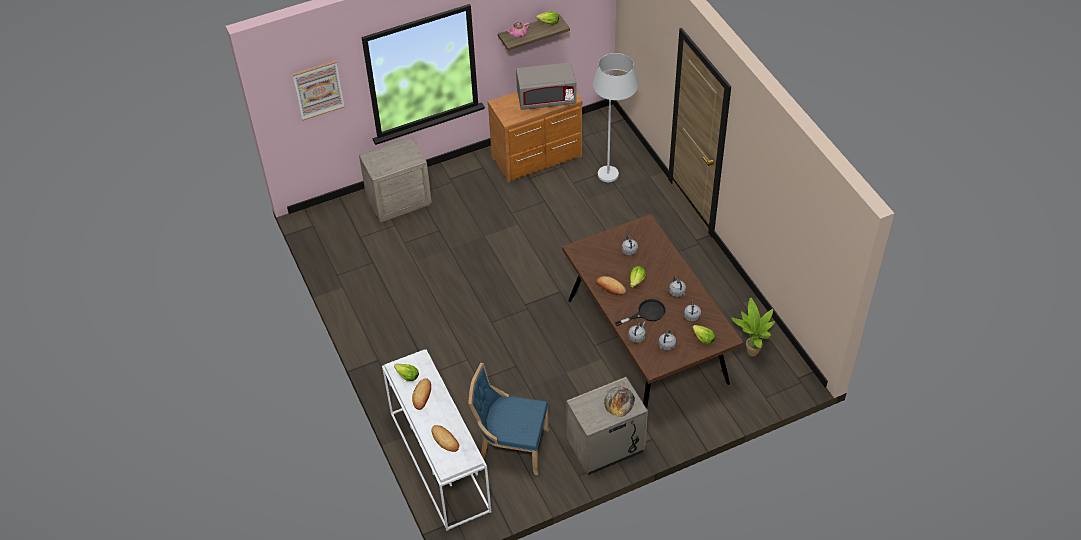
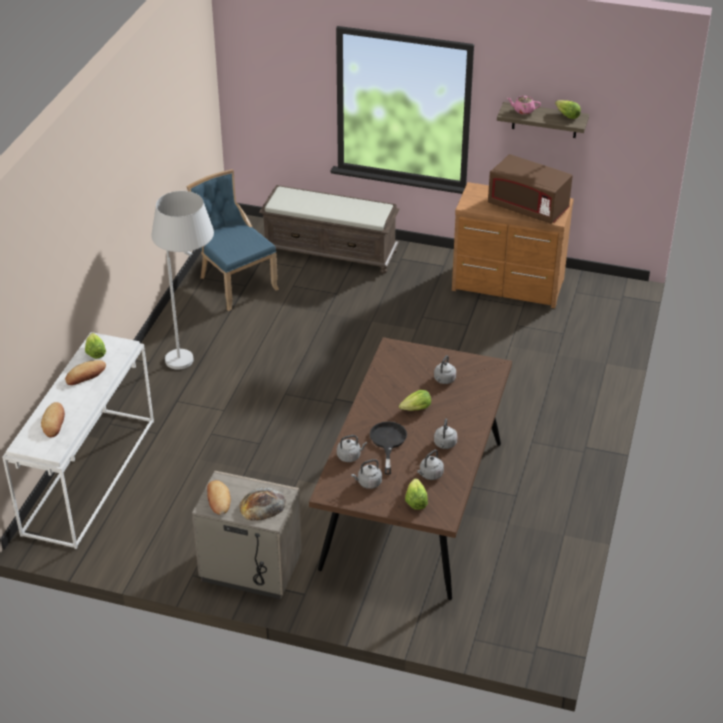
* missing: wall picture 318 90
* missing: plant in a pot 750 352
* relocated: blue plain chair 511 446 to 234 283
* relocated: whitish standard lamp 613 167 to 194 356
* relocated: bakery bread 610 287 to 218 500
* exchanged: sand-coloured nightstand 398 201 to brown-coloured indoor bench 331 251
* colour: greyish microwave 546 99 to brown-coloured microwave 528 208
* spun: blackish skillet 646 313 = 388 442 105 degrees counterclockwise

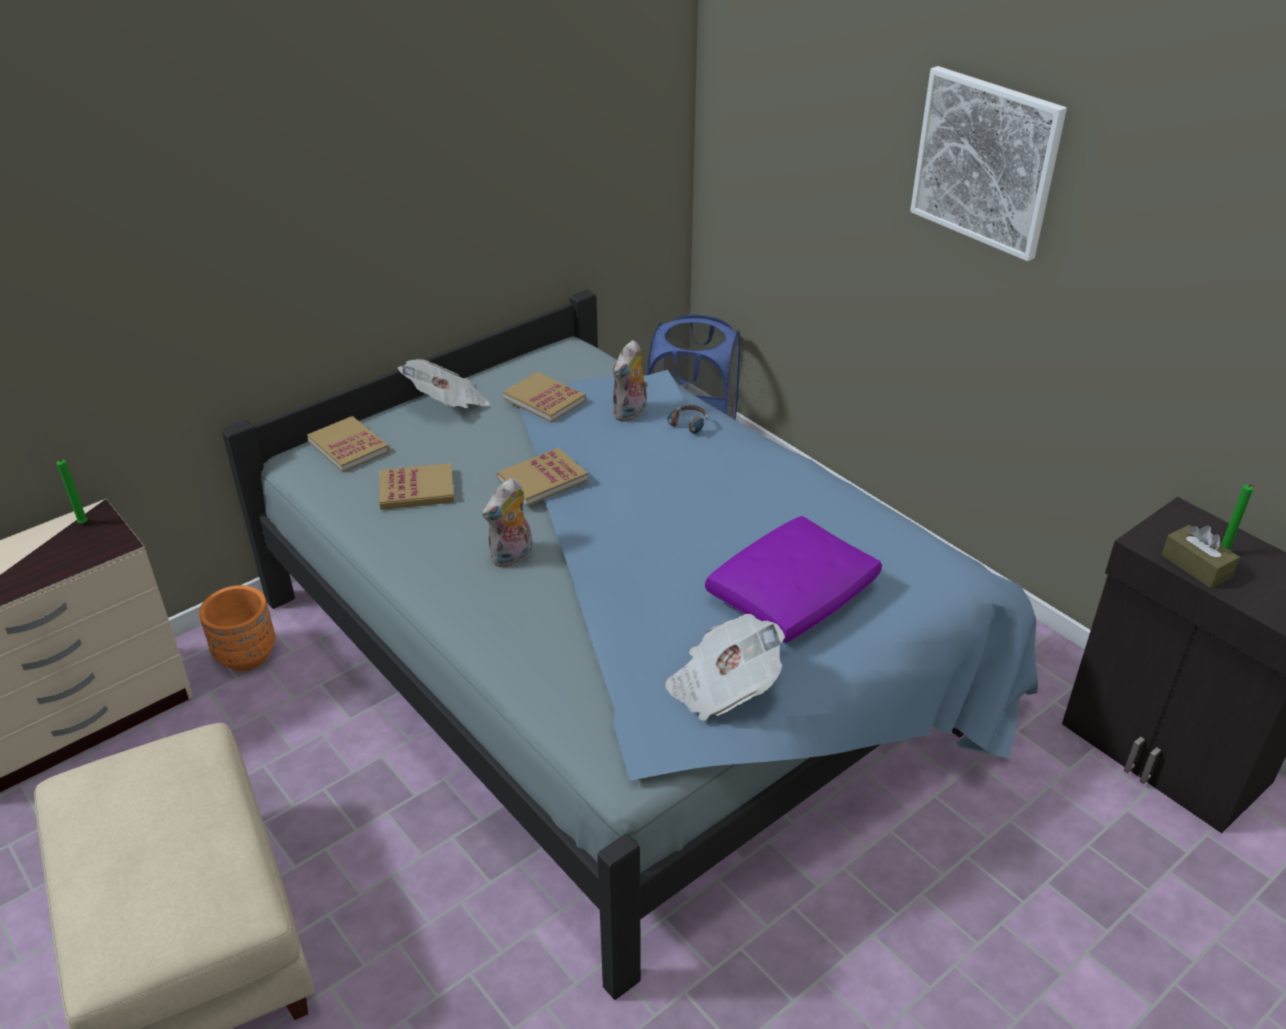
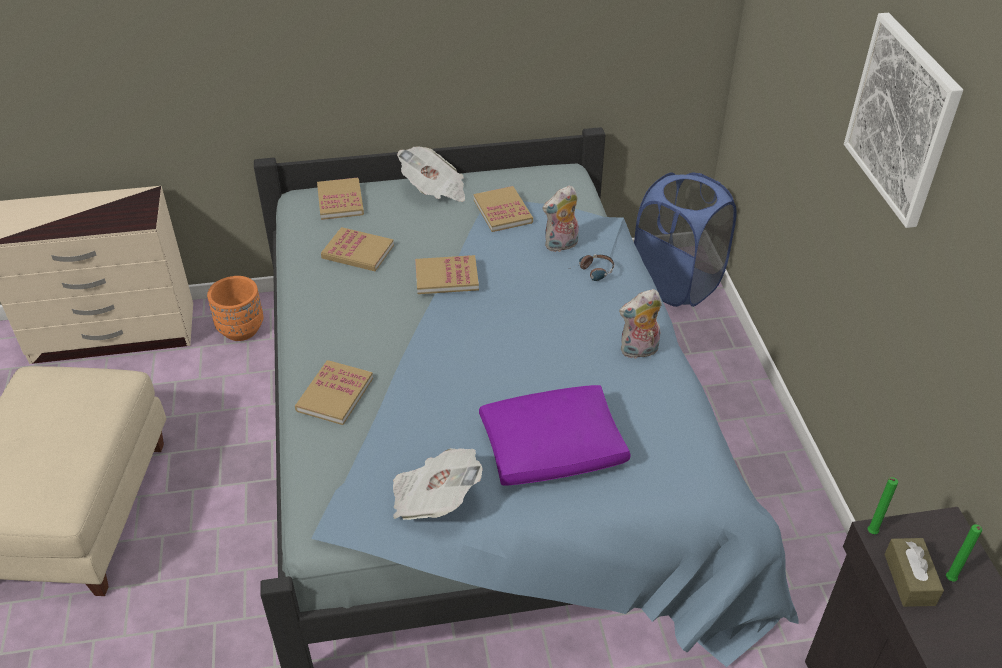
* appeared: book 335 394
* relocated: greenish wax candle 82 524 to 870 533
* relocated: plush toy 512 557 to 639 351

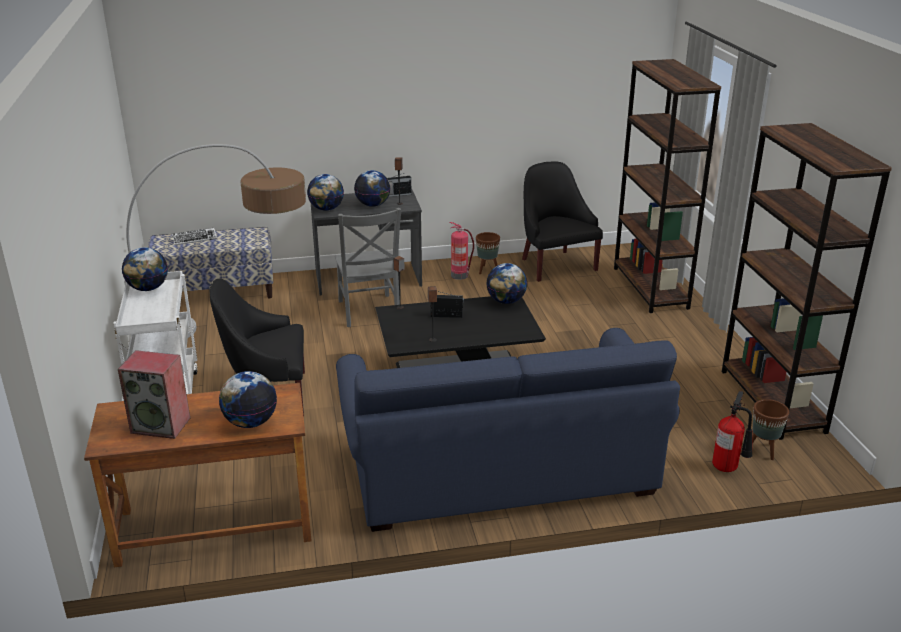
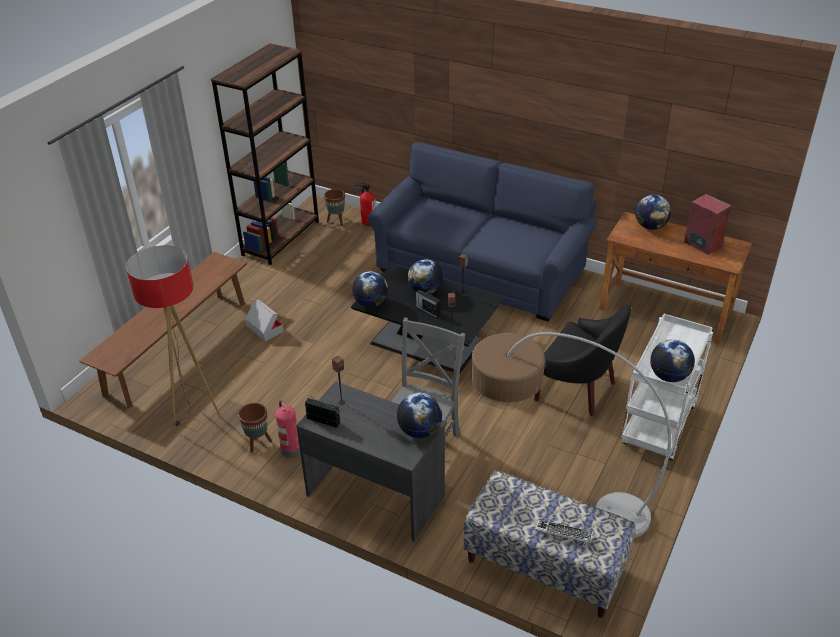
* appeared: packing box 264 328
* relocated: desk globe 373 205 to 425 291
* exchanged: blackish easy chair 555 264 to standard lamp 193 416
* exchanged: brown-coloured bookcase 650 288 to brown-coloured indoor bench 177 347

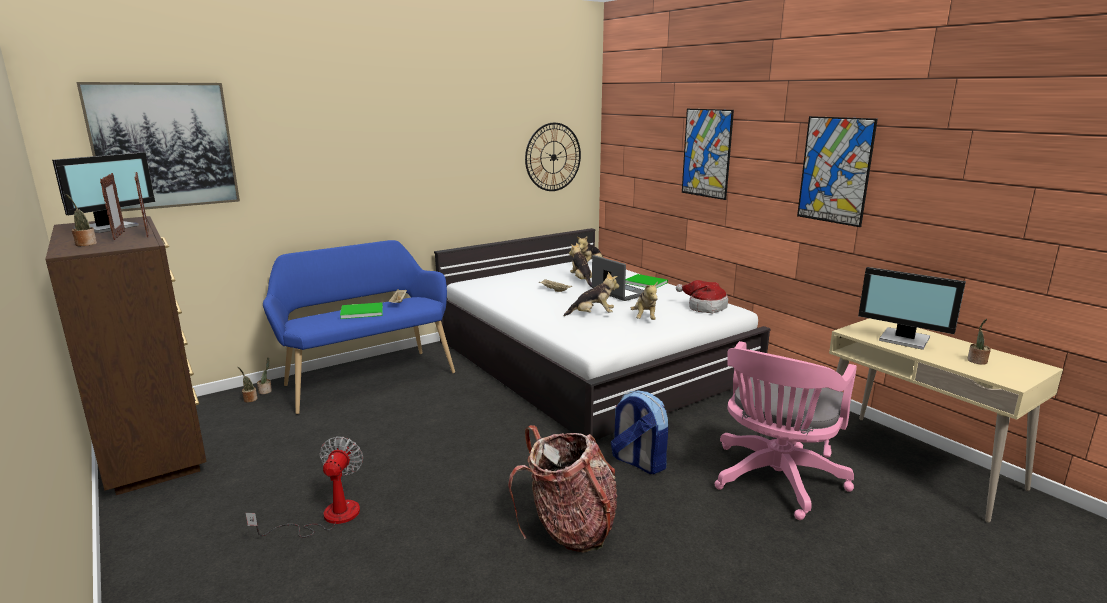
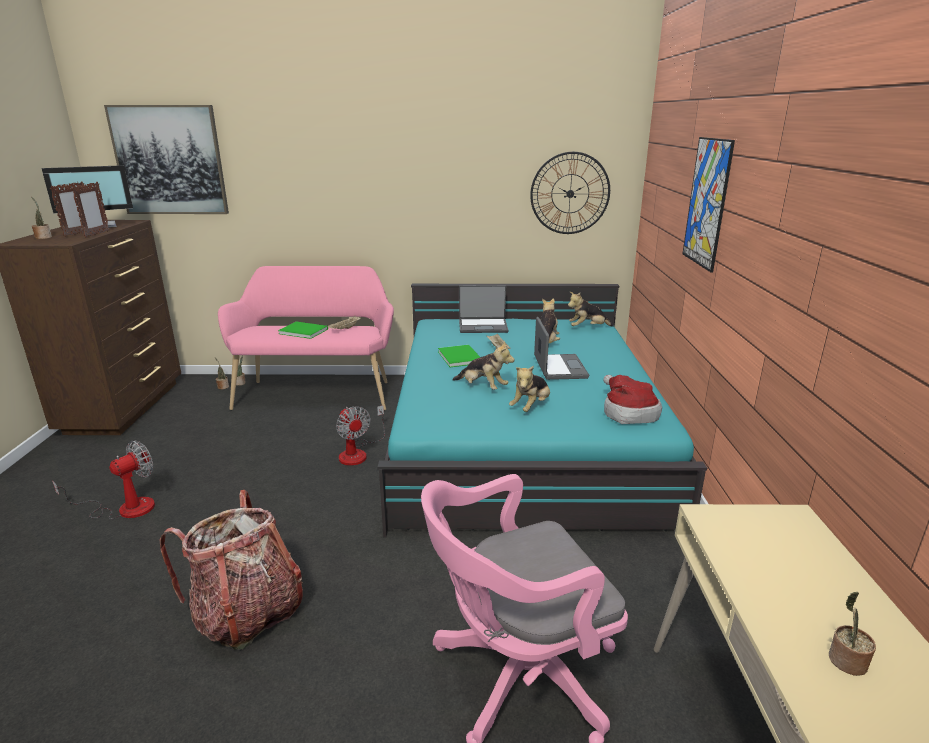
* missing: backpack 638 462
* missing: wall picture 835 170
* missing: computer display 904 340
* appeared: electric fan 358 452
* appeared: laptop 483 326
* relocated: greenish book 645 282 to 460 357
* colour: blue indoor bench 366 377 to pink indoor bench 317 392
* colour: whitish bedroom bed 589 361 to turquoise bedroom bed 521 437

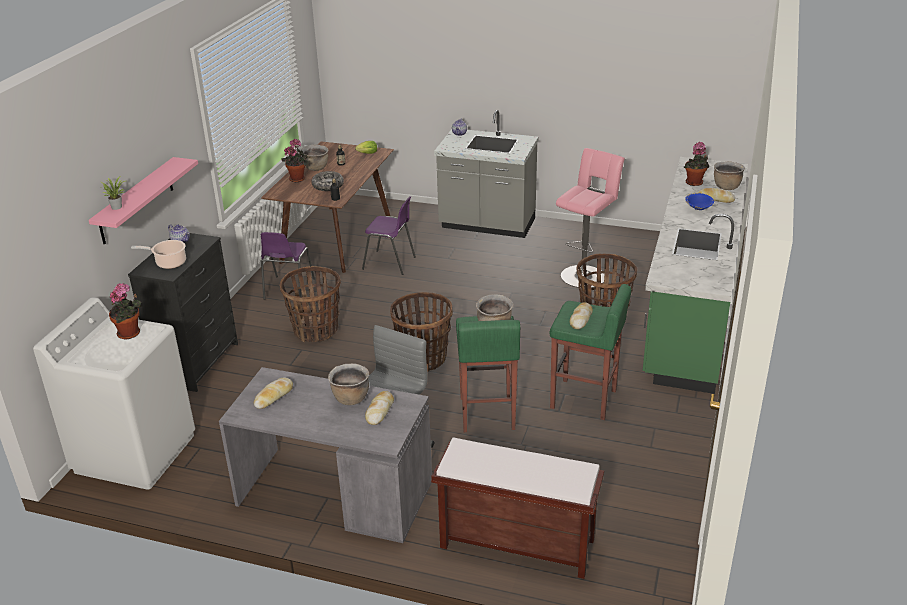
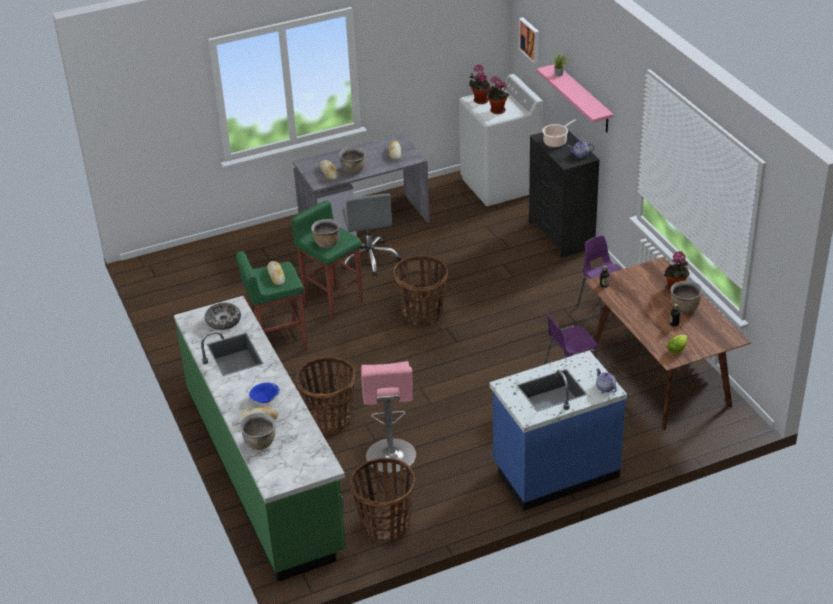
* missing: brown-coloured indoor bench 515 544
* appeared: wall picture 530 40
* relocated: household basket 316 330 to 385 525
* relocated: deep dish 328 186 to 223 321
* relocated: plant in a pot 694 183 to 479 100
* colour: greyish counter 487 225 to blue counter 555 471

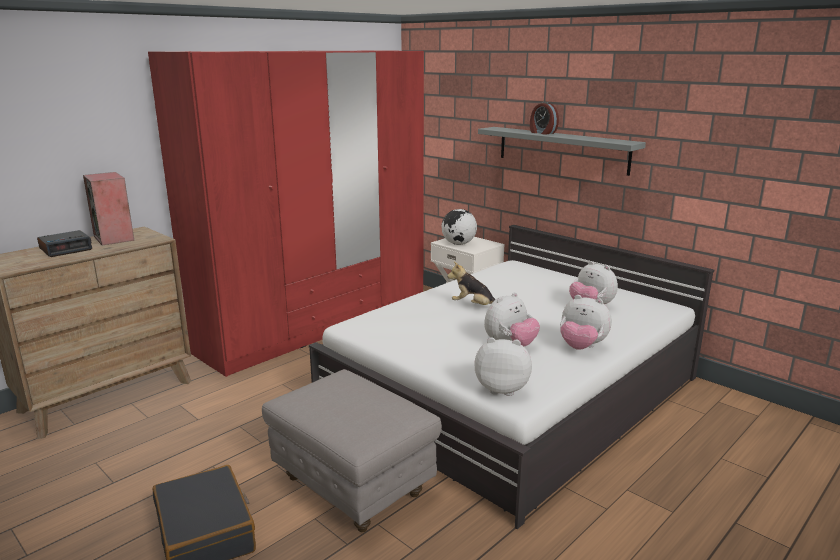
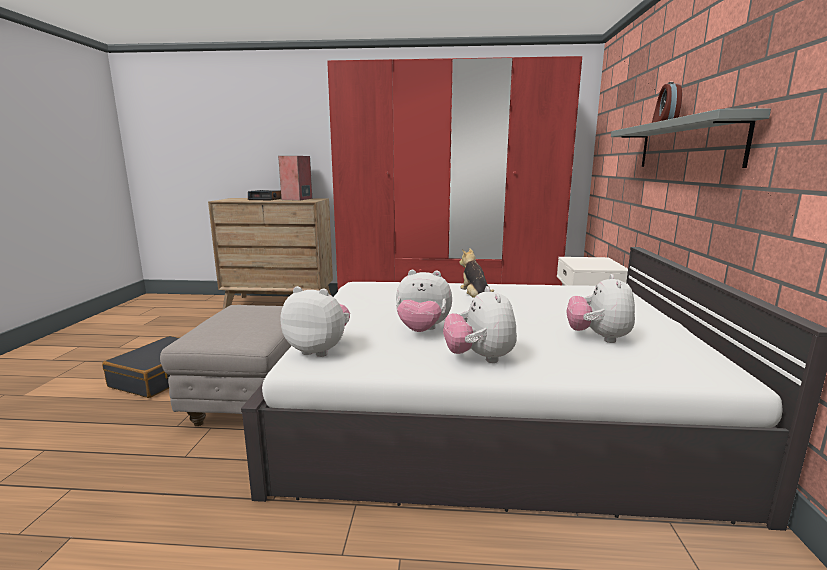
* missing: desk globe 458 244
* spun: plush toy 502 388 = 319 350 45 degrees counterclockwise

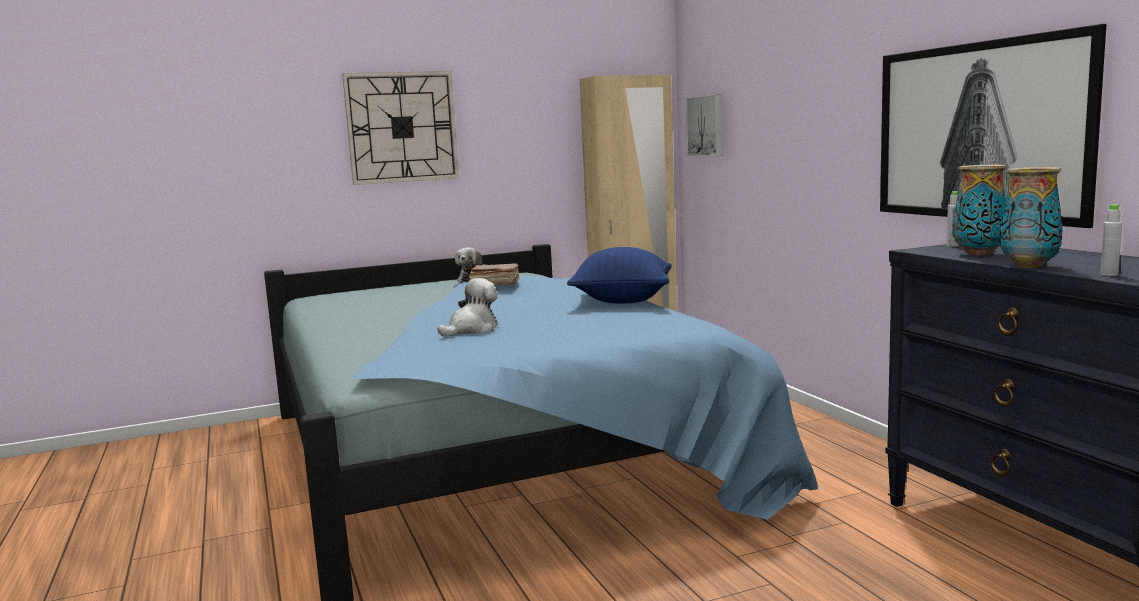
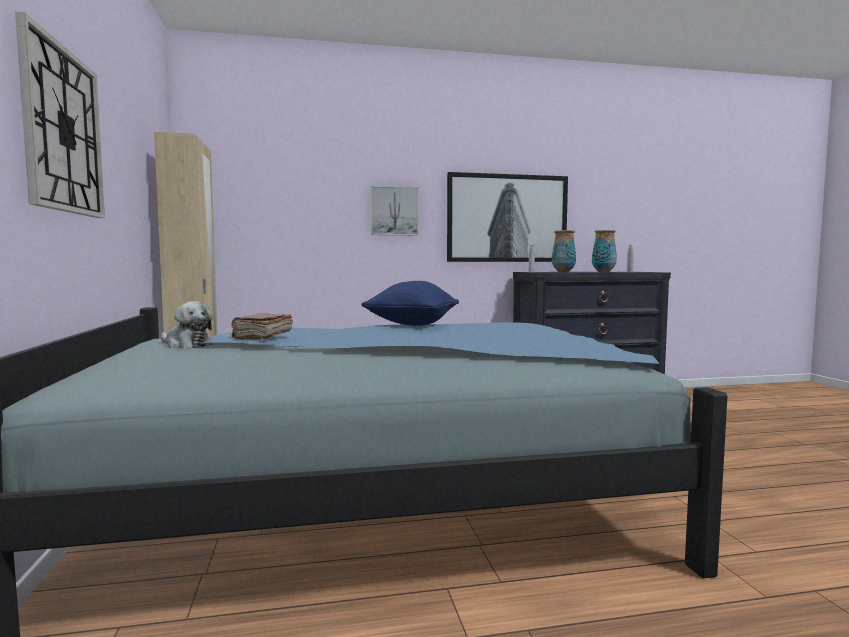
* missing: plush toy 472 329
* relocated: wall picture 706 126 to 394 211

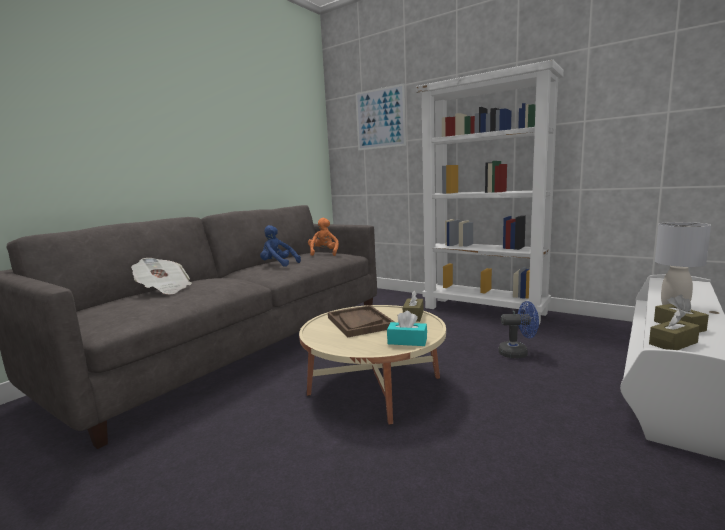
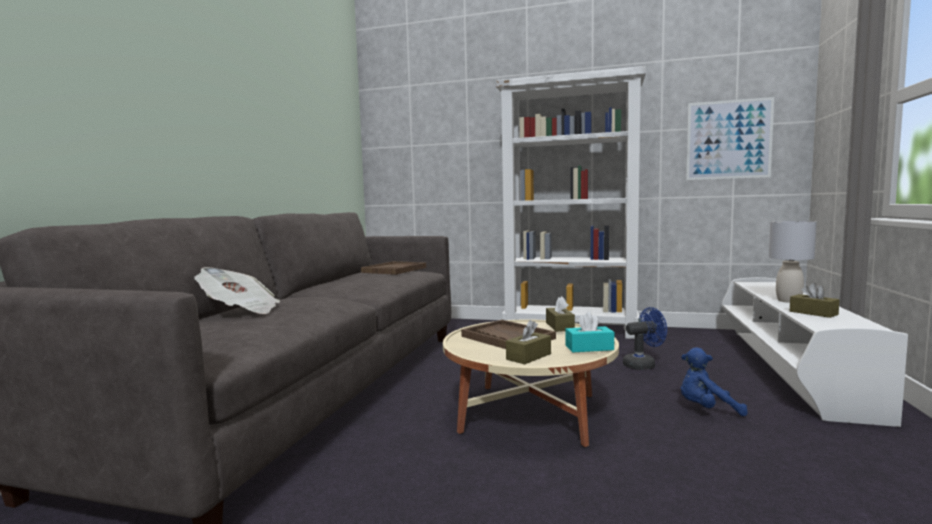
* relocated: blue plush toy 278 264 to 707 409
* relocated: wall picture 380 118 to 728 140
* relocated: brown-coloured tissue box 673 343 to 528 356
* exchanged: orangey plush toy 324 253 to brown-coloured carrying tray 394 270

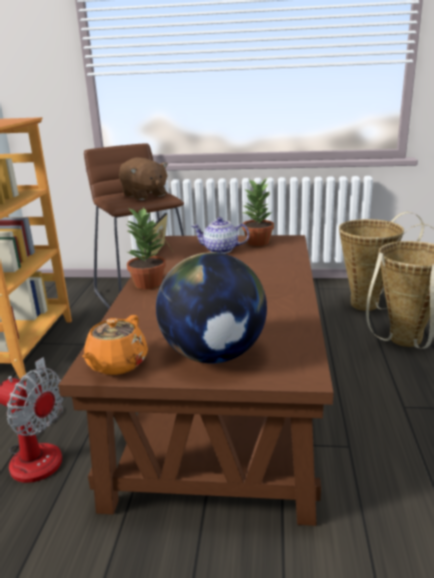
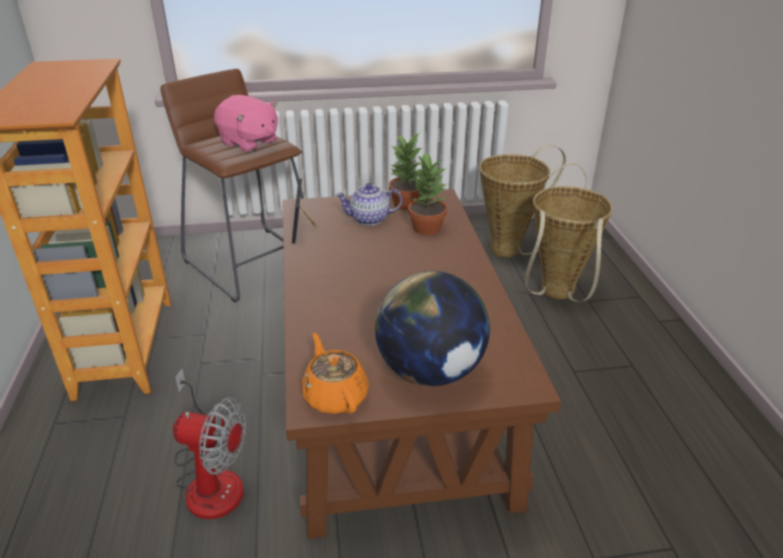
* relocated: plant in a pot 148 283 to 426 228
* colour: brown-coloured plush toy 144 195 to pink plush toy 249 143
* spun: orangey teapot 116 364 = 335 395 150 degrees clockwise

